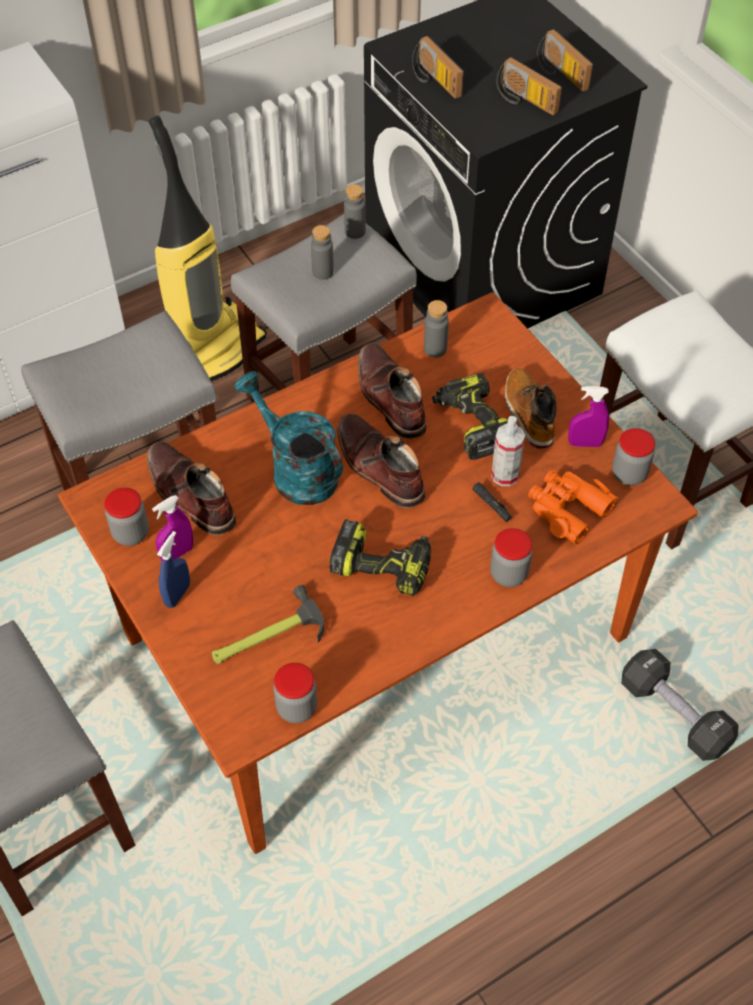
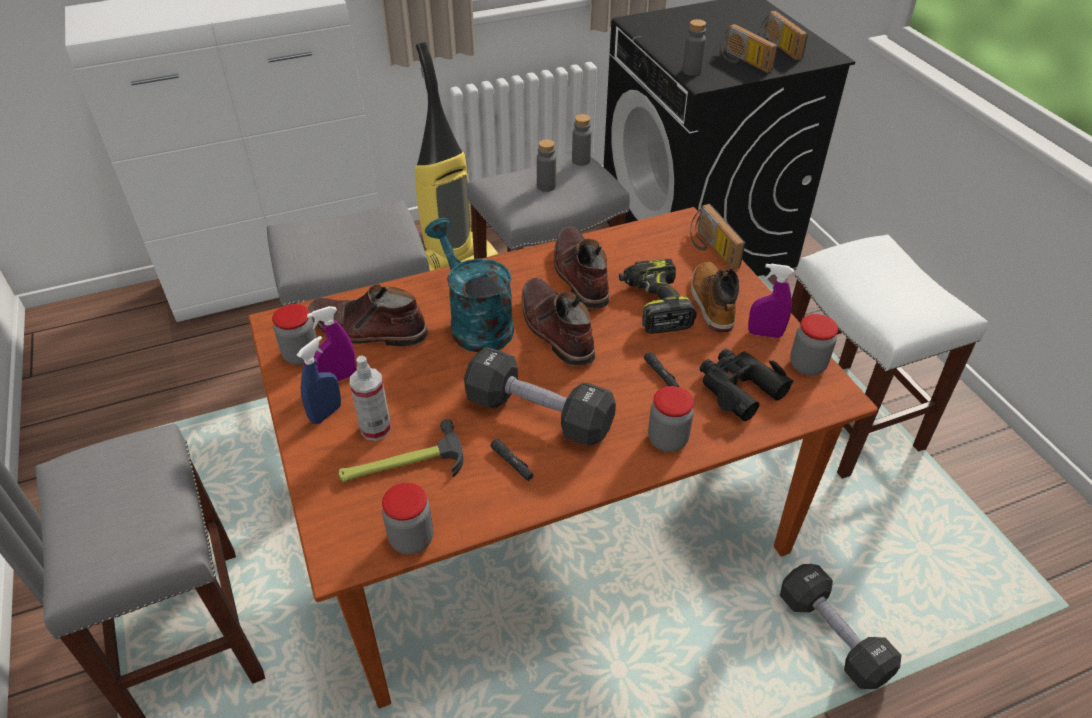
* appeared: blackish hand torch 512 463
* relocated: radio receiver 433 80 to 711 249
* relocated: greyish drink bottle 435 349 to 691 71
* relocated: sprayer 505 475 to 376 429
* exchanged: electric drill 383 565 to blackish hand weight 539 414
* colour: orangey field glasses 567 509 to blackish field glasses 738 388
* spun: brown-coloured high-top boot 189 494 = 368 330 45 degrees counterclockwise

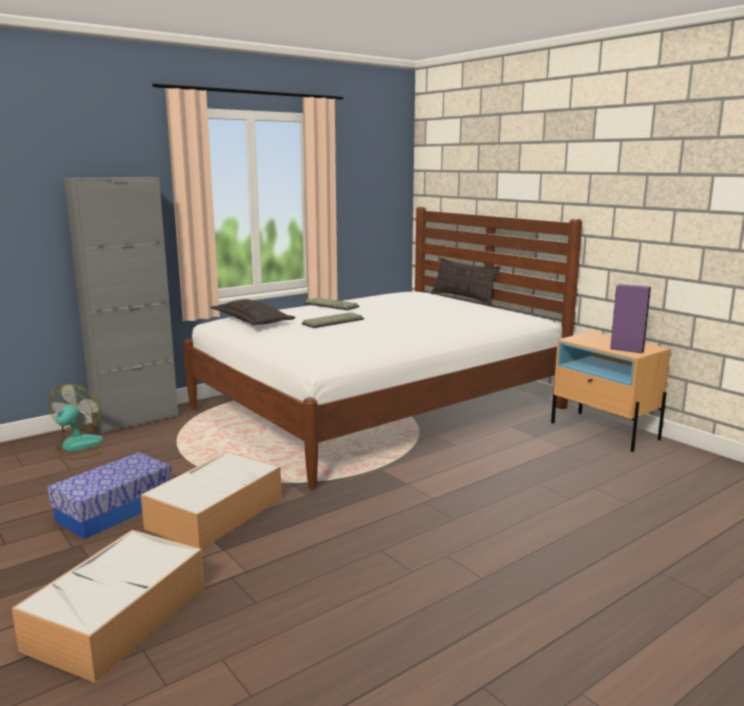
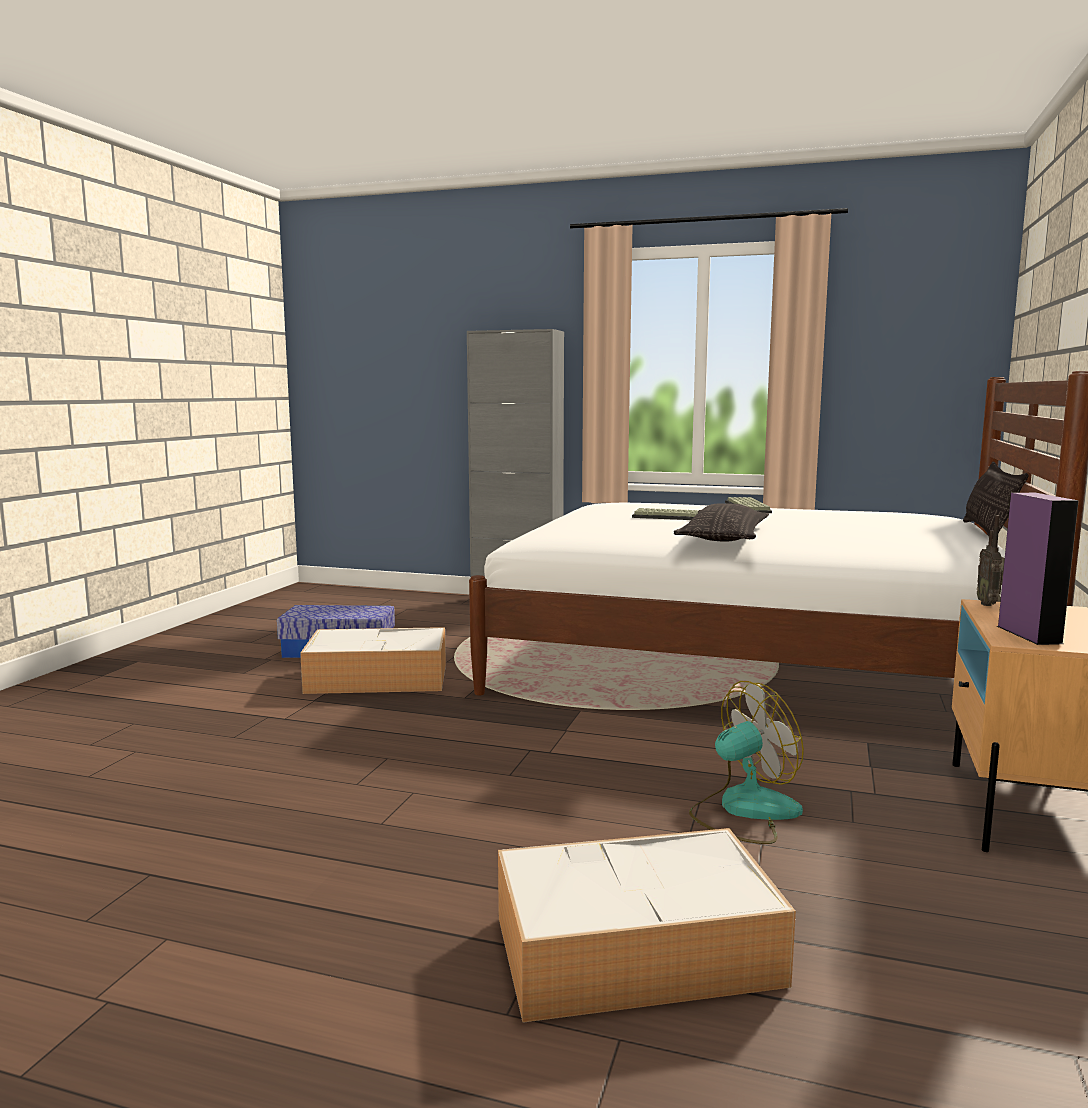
* appeared: radio receiver 989 604
* relocated: storage box 116 619 to 632 952
* relocated: electric fan 76 448 to 744 811
* relocated: throw pillow 252 321 to 723 537

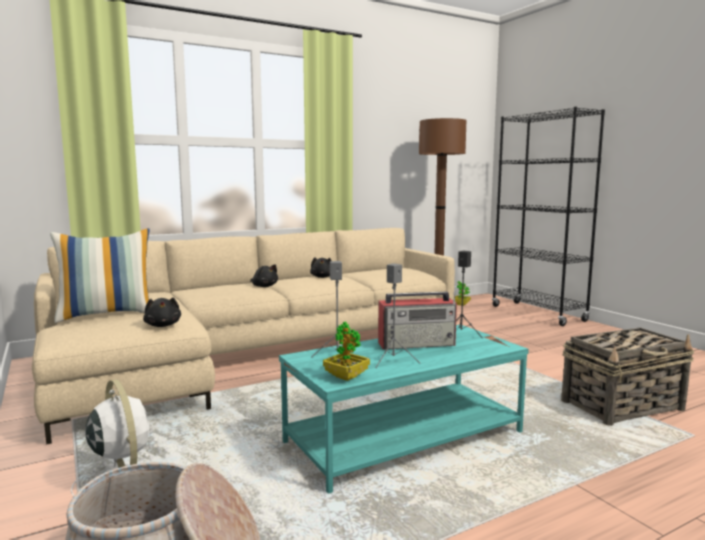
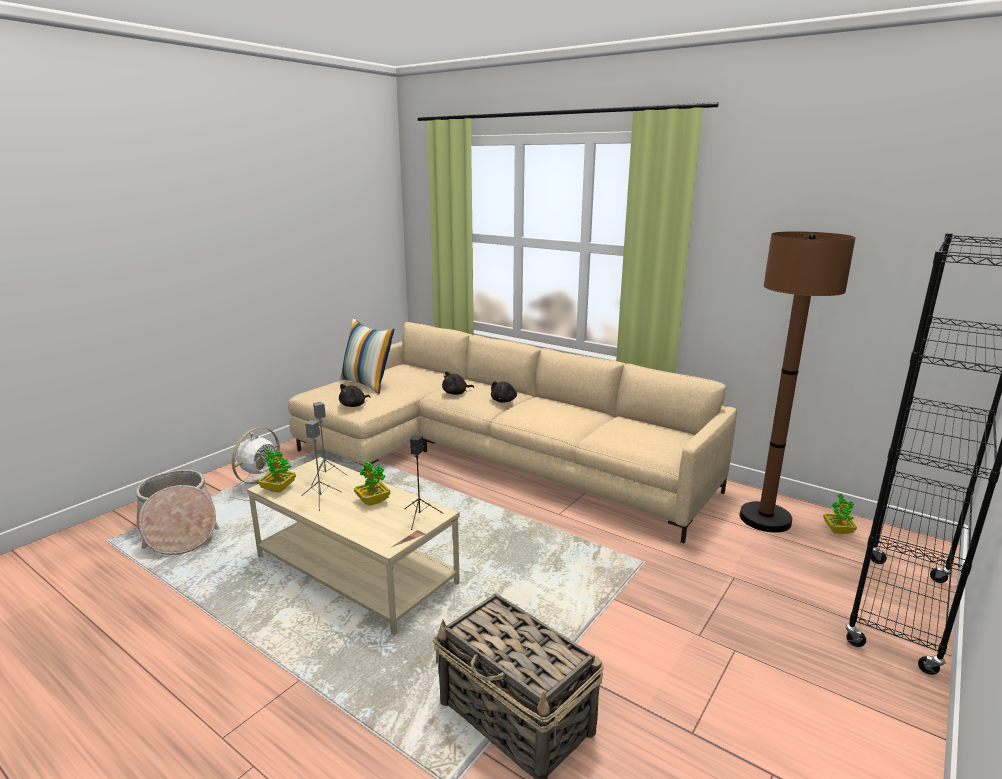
* relocated: blackish plush toy 322 277 to 456 393
* exchanged: radio receiver 417 344 to plant in a pot 373 501
* colour: turquoise lounge table 404 437 to sand-coloured lounge table 357 570

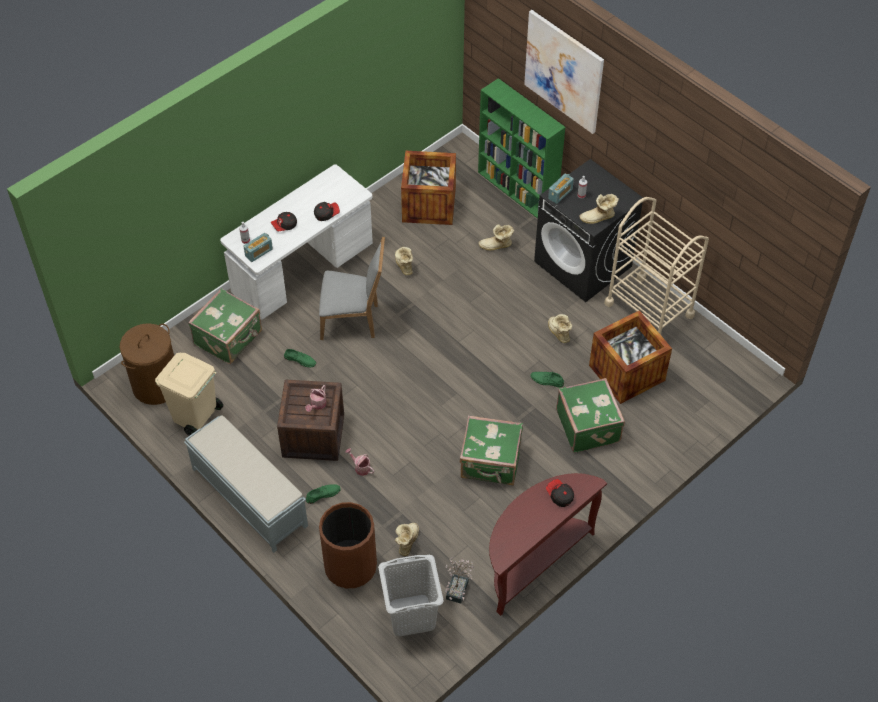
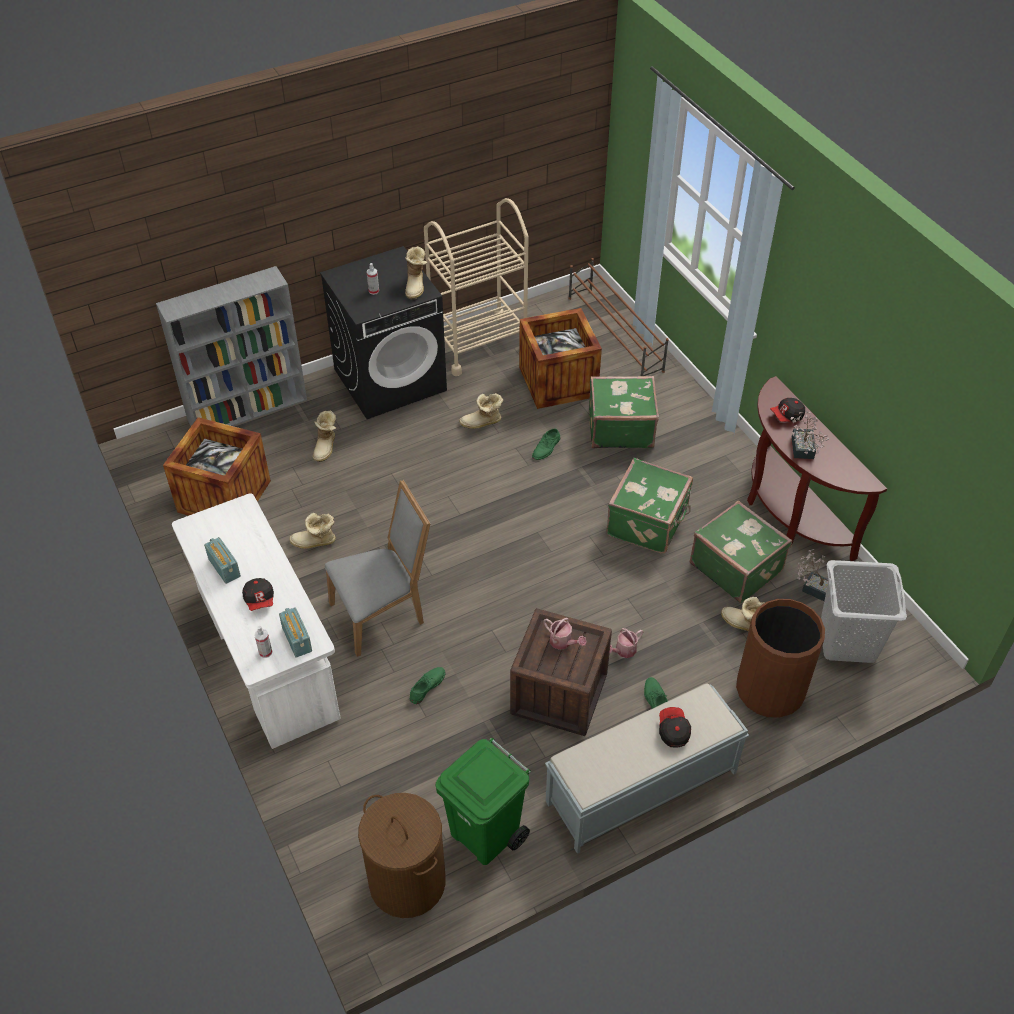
* missing: wall picture 564 71
* appeared: brown-coloured shoe stand 615 334
* appeared: plant in a pot 802 450
* relocated: greenish suitcase 229 338 to 736 567
* relocated: peaked cap 326 214 to 673 731
* relocated: radio receiver 560 194 to 224 567
* colour: sand-coloured trash can 196 418 to greenish trash can 486 835
* colour: greenish bookcase 518 191 to greyish bookcase 248 409
* spun: greyish plain chair 353 320 = 382 613 45 degrees clockwise

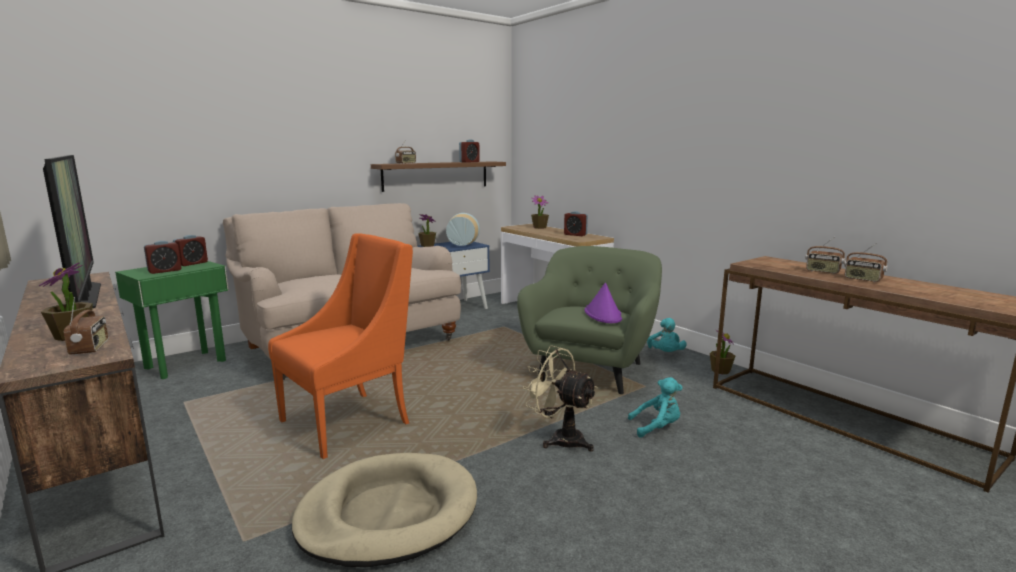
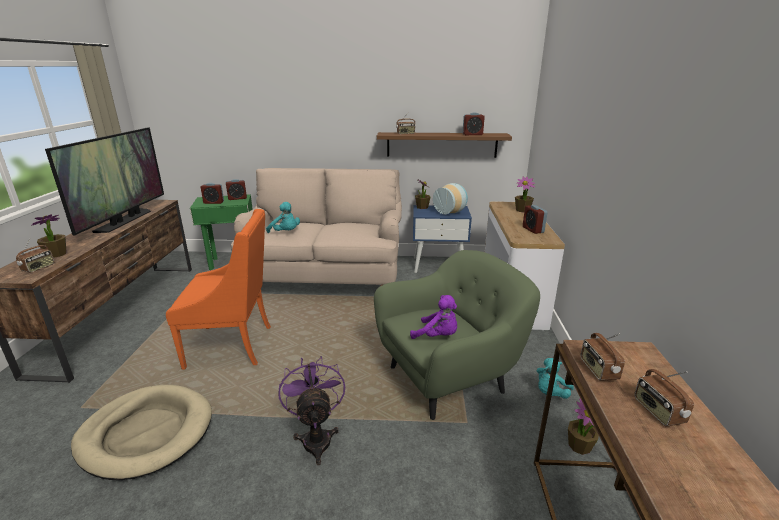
* relocated: turquoise plush toy 657 427 to 285 233
* relocated: radio receiver 862 279 to 598 370
* exchanged: purplish clothing hat 603 314 to purplish plush toy 437 336
* colour: sand-coloured electric fan 560 438 to purplish electric fan 316 437

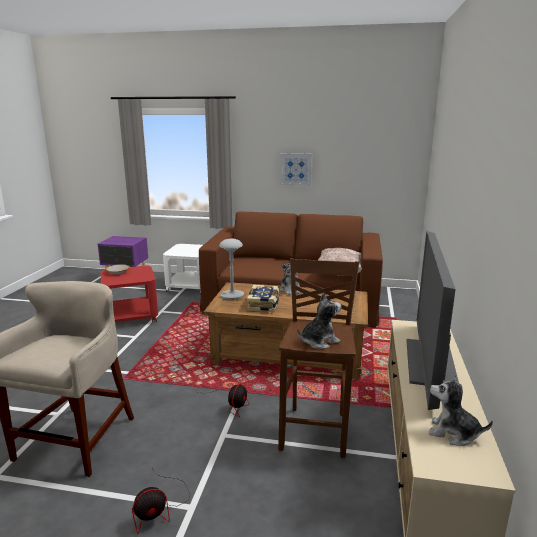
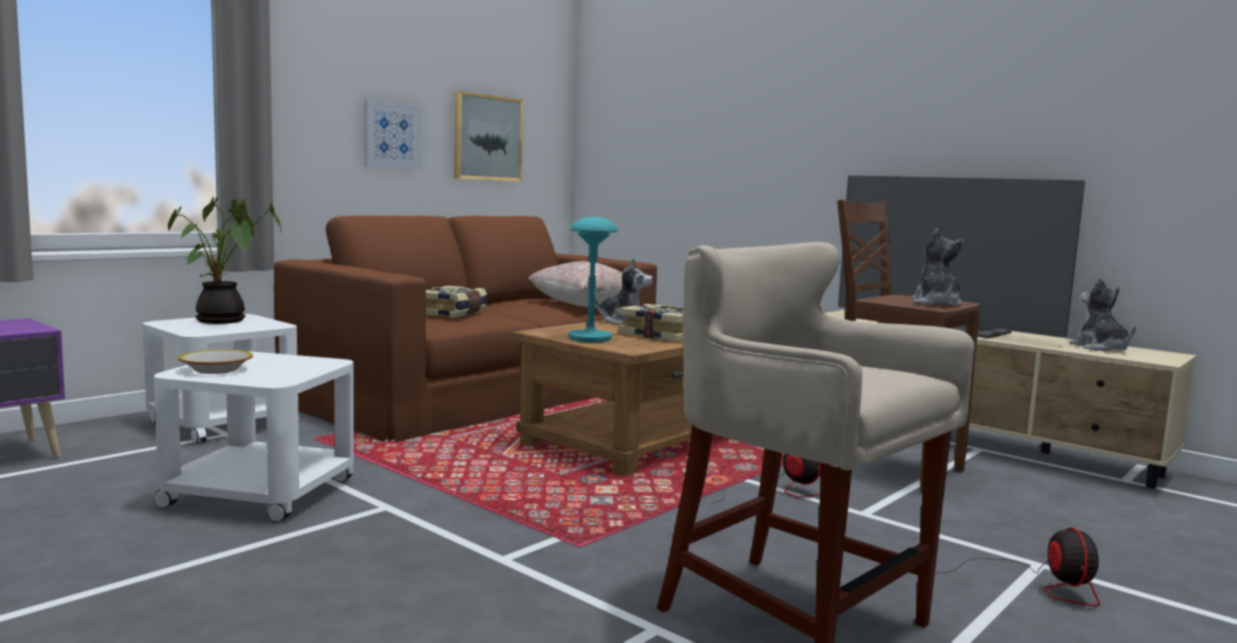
* appeared: plant in a pot 223 321
* appeared: book 454 313
* appeared: wall picture 487 138
* colour: red end table 131 316 to whitish end table 262 493
* colour: greyish table lamp 232 296 to turquoise table lamp 590 338
* spun: plush toy 453 433 = 1100 348 105 degrees clockwise

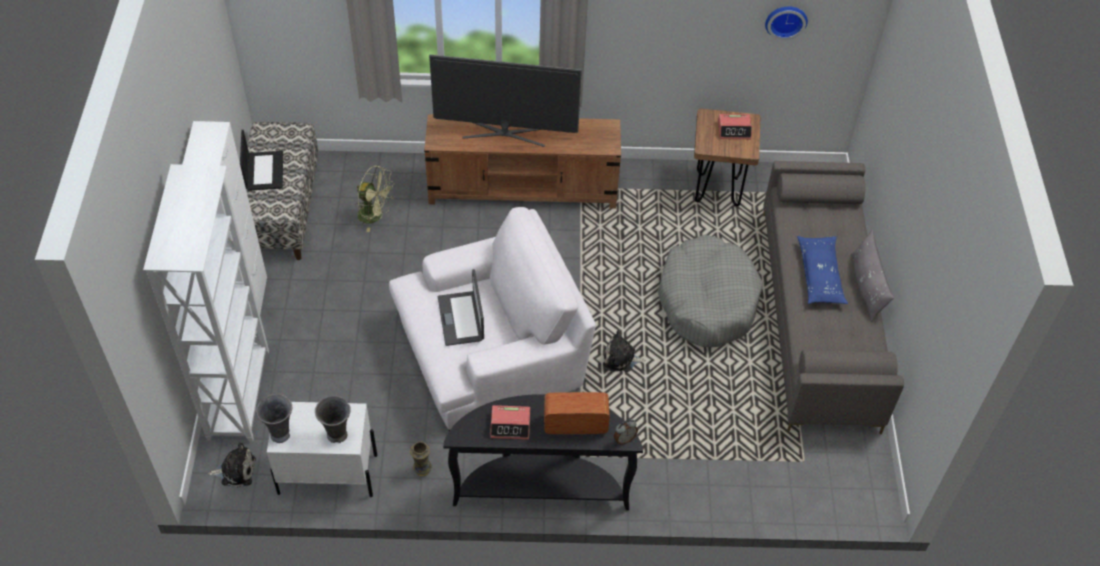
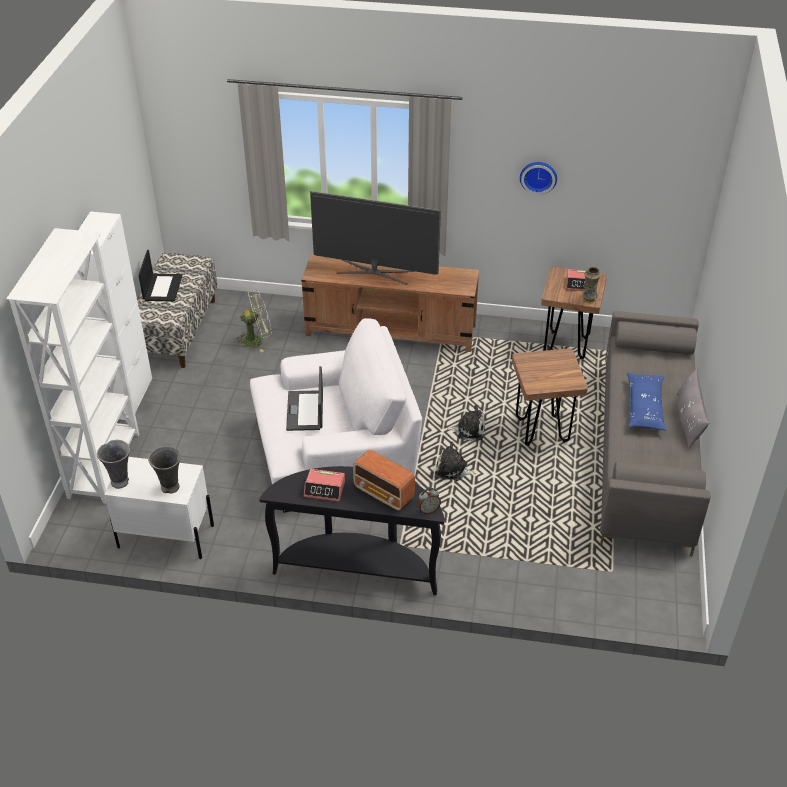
* relocated: plush toy 236 470 to 468 430
* relocated: vase 422 470 to 588 299
* relocated: clock on the wall 785 20 to 538 176
* exchanged: greyish dog bed 707 301 to brown-coloured stool seat 542 431
* spun: greenish electric fan 375 216 = 256 340 45 degrees counterclockwise
* spun: radio receiver 574 424 = 384 494 150 degrees counterclockwise

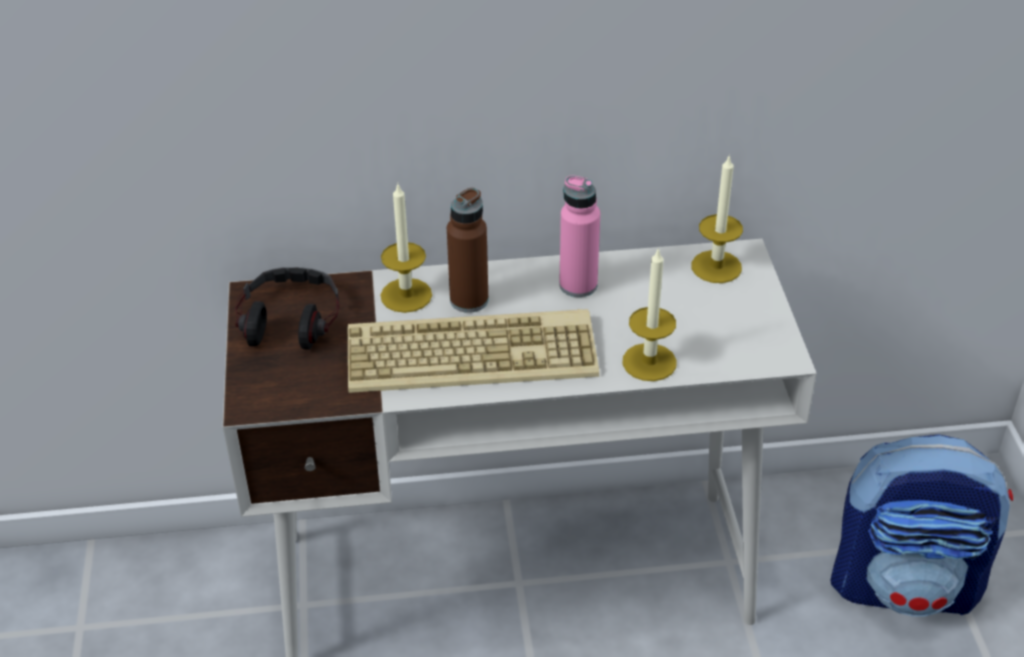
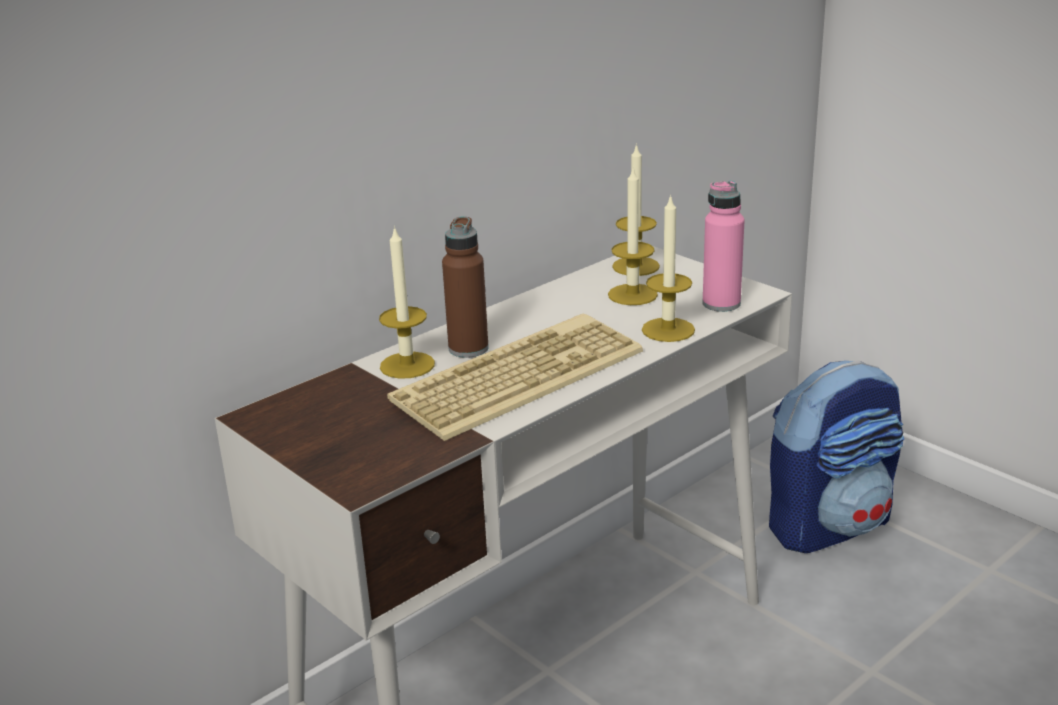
* missing: headphones 289 319
* appeared: wax candle 632 294
* relocated: pink drink bottle 578 285 to 721 304

